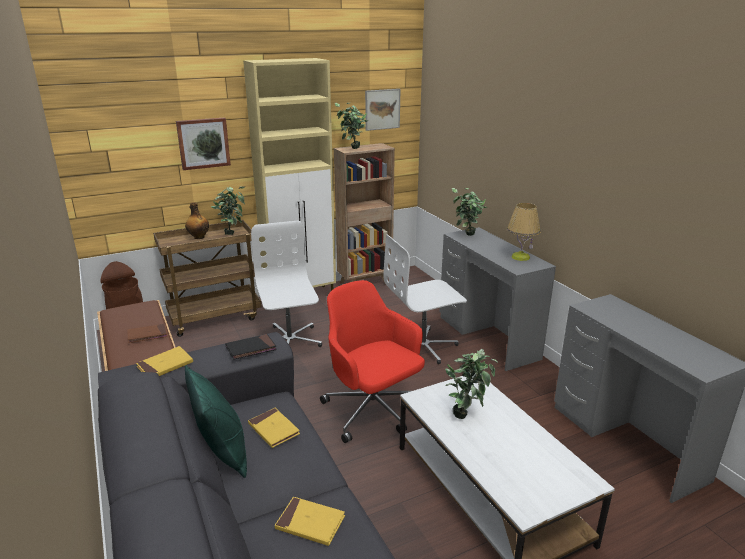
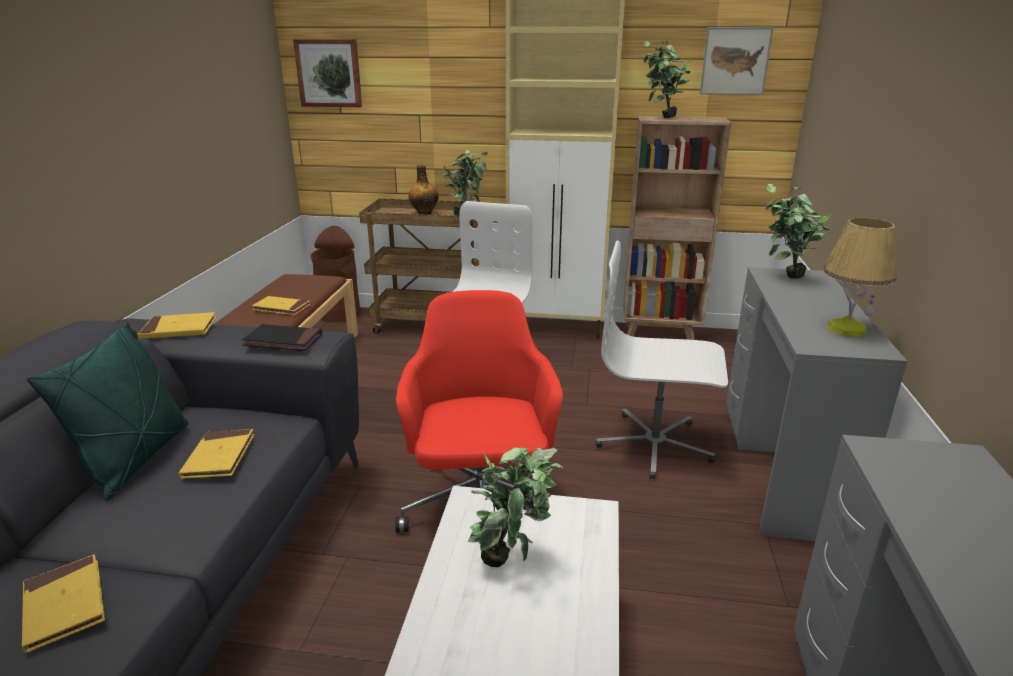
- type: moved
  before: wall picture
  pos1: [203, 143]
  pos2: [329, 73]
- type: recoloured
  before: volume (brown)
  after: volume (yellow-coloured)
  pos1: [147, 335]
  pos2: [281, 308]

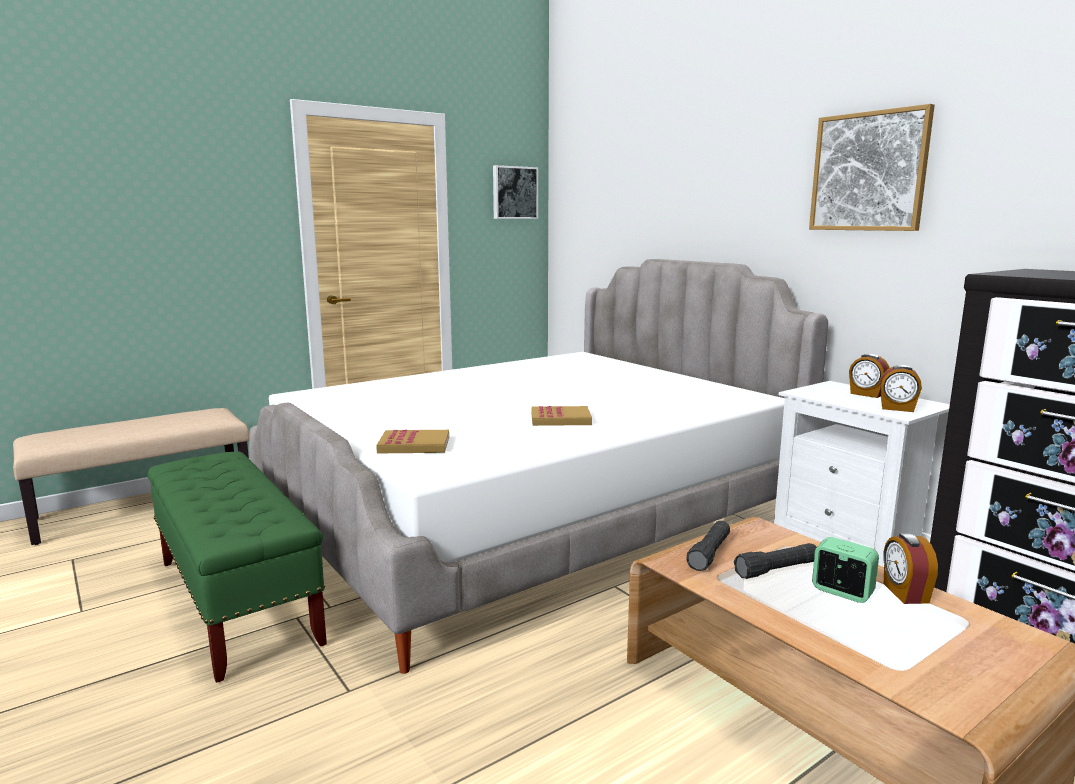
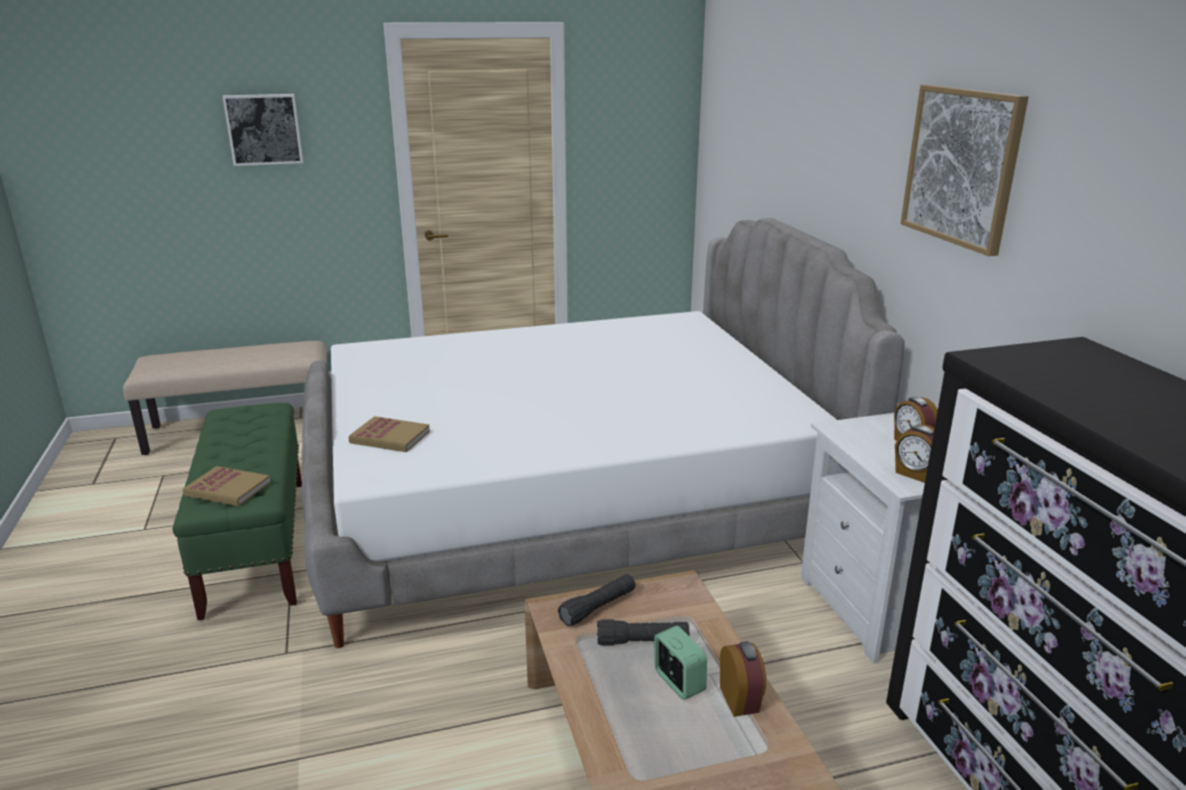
- type: moved
  before: wall picture
  pos1: [514, 192]
  pos2: [264, 129]
- type: moved
  before: volume
  pos1: [560, 419]
  pos2: [227, 489]
- type: turned
  before: table clock
  pos1: [904, 593]
  pos2: [740, 699]
  turn: 150

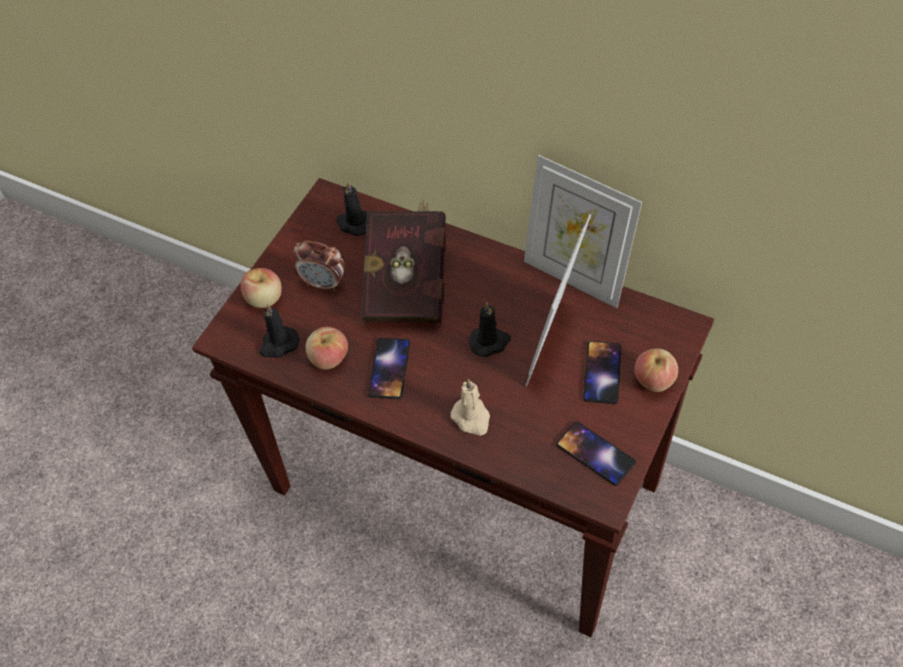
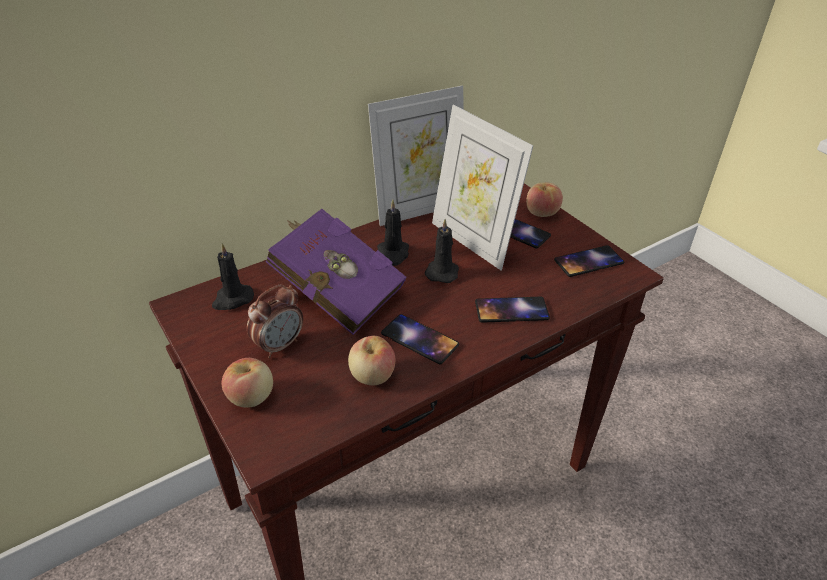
- type: recoloured
  before: volume (red-coloured)
  after: volume (purple)
  pos1: [409, 281]
  pos2: [335, 291]
- type: moved
  before: candle (black)
  pos1: [278, 344]
  pos2: [393, 254]
- type: replaced
  before: candle (beige-coloured)
  after: handset
  pos1: [472, 418]
  pos2: [511, 310]

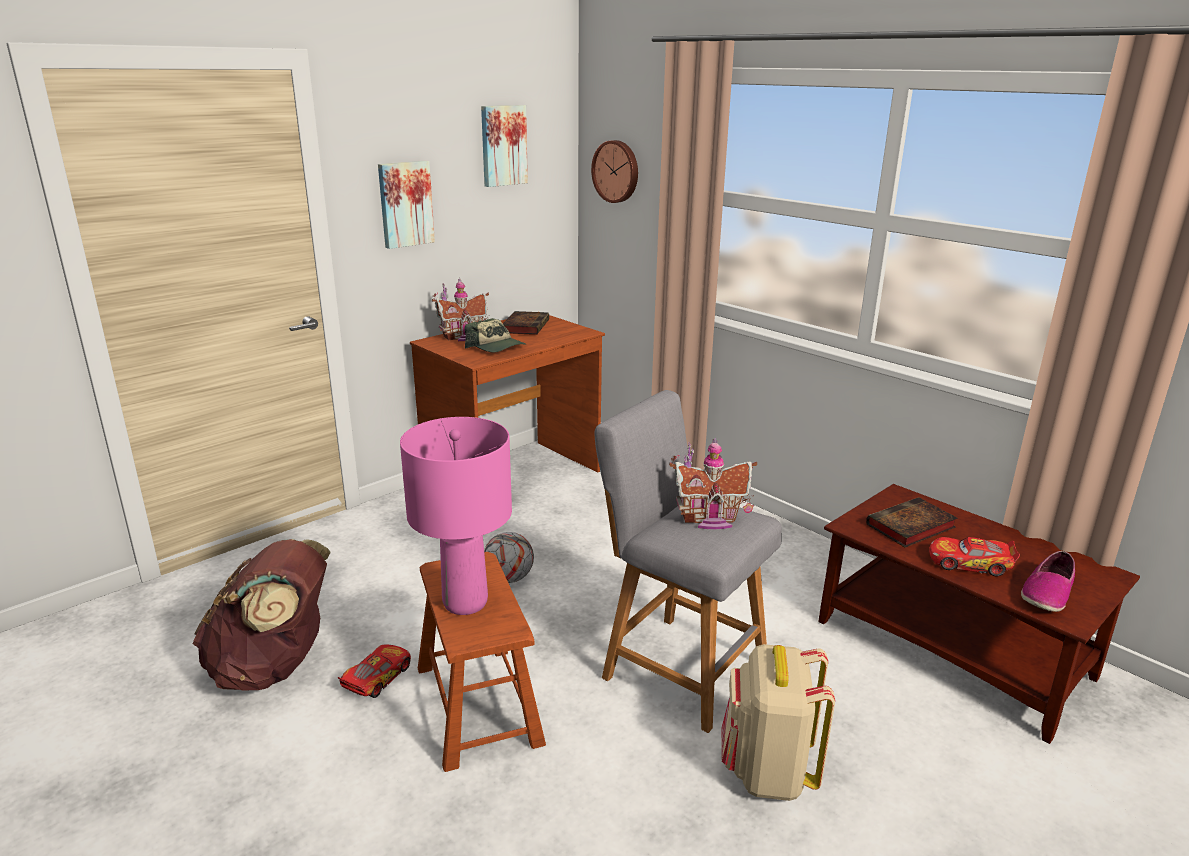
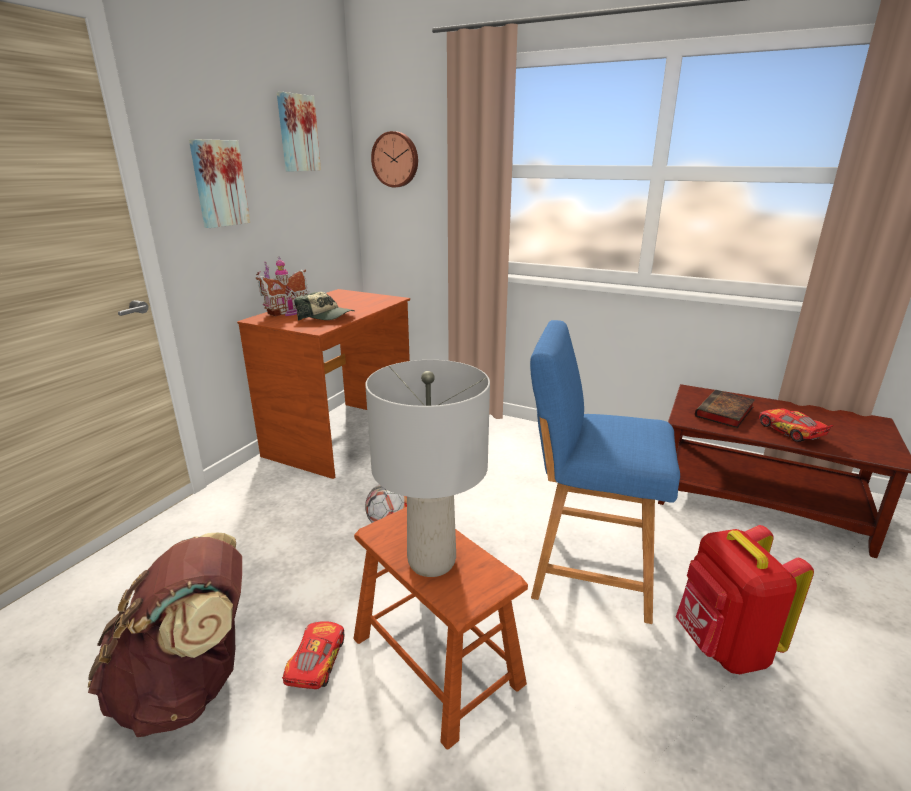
- type: removed
  before: volume
  pos1: [525, 326]
- type: recoloured
  before: stool (grey)
  after: stool (blue)
  pos1: [678, 667]
  pos2: [585, 569]
- type: recoloured
  before: table lamp (pink-coloured)
  after: table lamp (grey)
  pos1: [466, 602]
  pos2: [432, 560]
- type: removed
  before: model house
  pos1: [710, 520]
- type: turned
  before: model car
  pos1: [970, 564]
  pos2: [790, 431]
  turn: 75
- type: removed
  before: low shoe
  pos1: [1047, 593]
- type: recoloured
  before: backpack (beige-coloured)
  after: backpack (red-coloured)
  pos1: [767, 772]
  pos2: [722, 646]

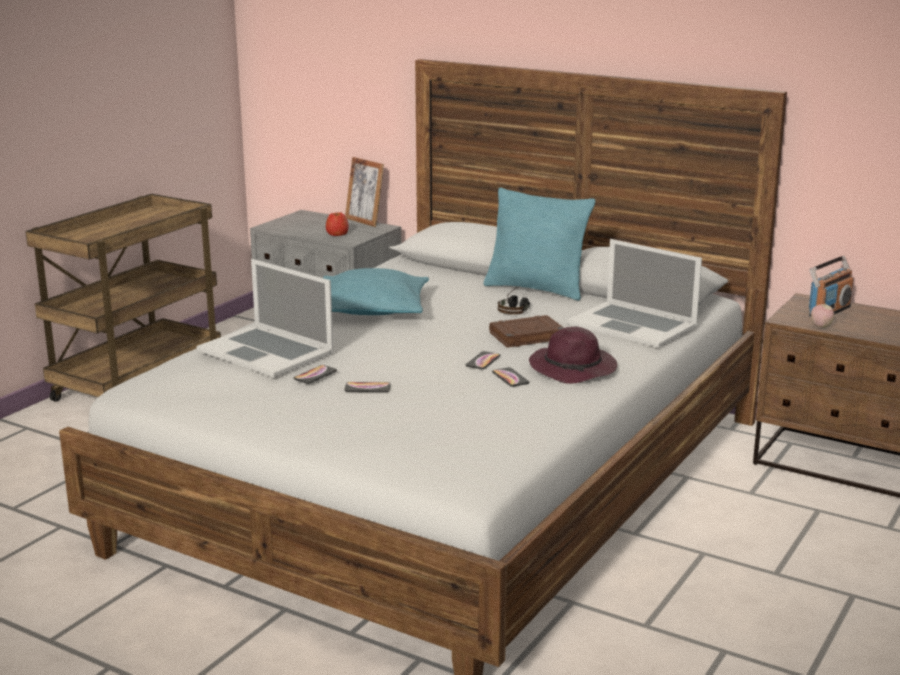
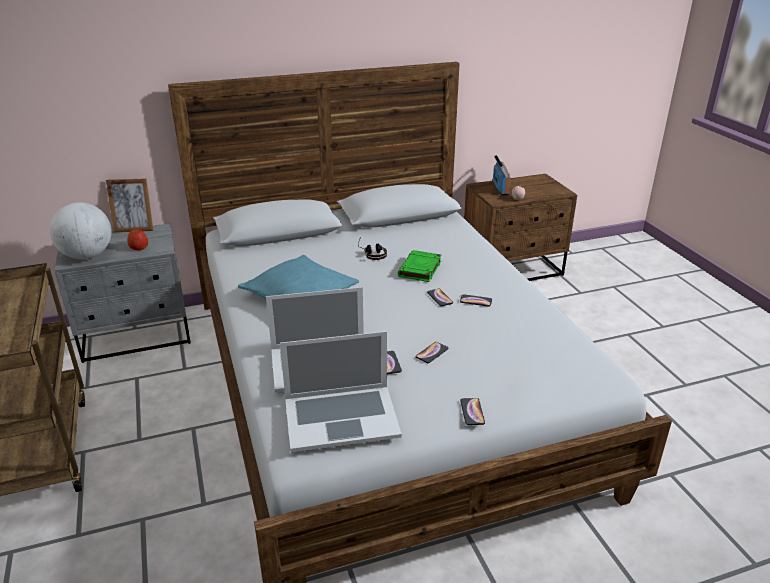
- type: removed
  before: pillow (turquoise-coloured)
  pos1: [536, 289]
- type: moved
  before: notebook computer
  pos1: [632, 325]
  pos2: [341, 417]
- type: recoloured
  before: volume (brown)
  after: volume (green)
  pos1: [526, 336]
  pos2: [420, 269]
- type: removed
  before: hat (purple)
  pos1: [574, 369]
- type: added
  after: desk globe
  pos2: [87, 256]
- type: added
  after: handset
  pos2: [472, 412]

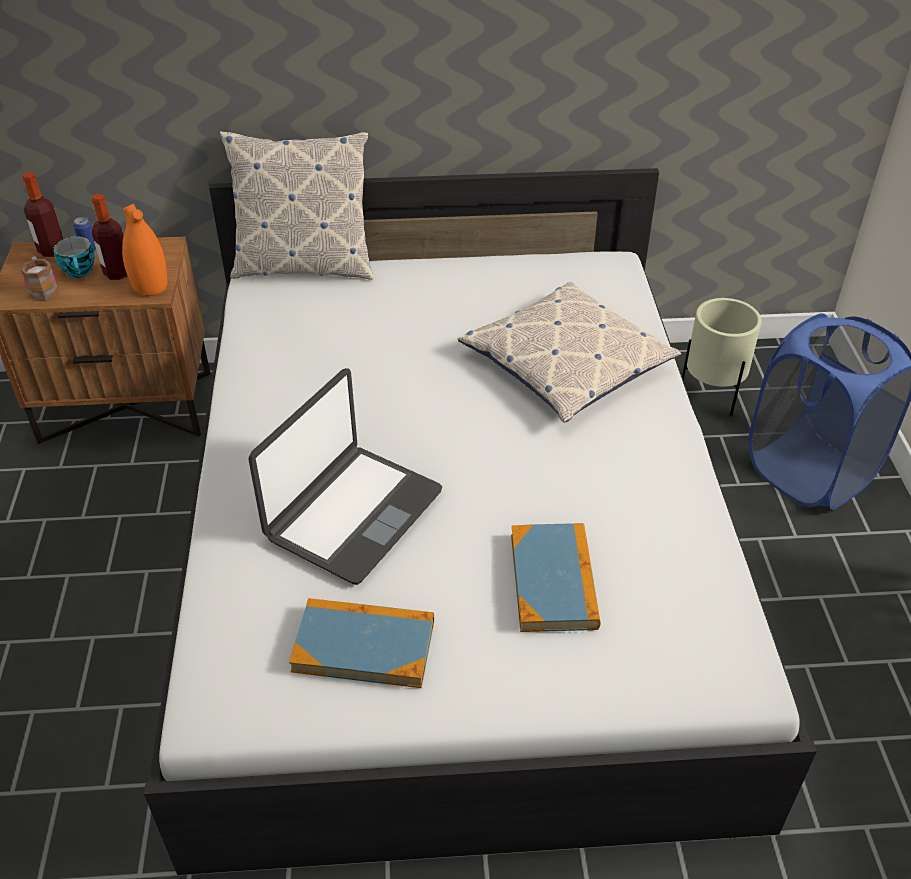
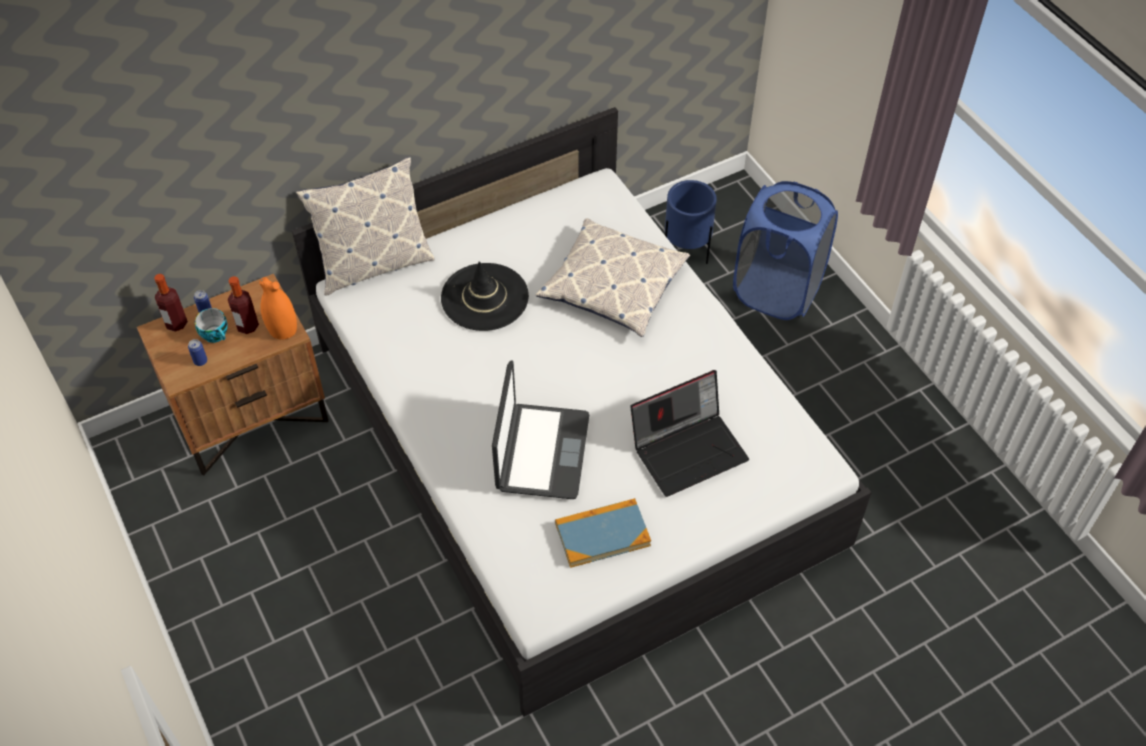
- type: replaced
  before: tea mug
  after: metal can
  pos1: [43, 289]
  pos2: [200, 361]
- type: recoloured
  before: plant pot (beige-coloured)
  after: plant pot (blue)
  pos1: [711, 397]
  pos2: [686, 252]
- type: replaced
  before: volume
  after: notebook computer
  pos1: [553, 580]
  pos2: [689, 449]
- type: added
  after: hat (black)
  pos2: [484, 297]

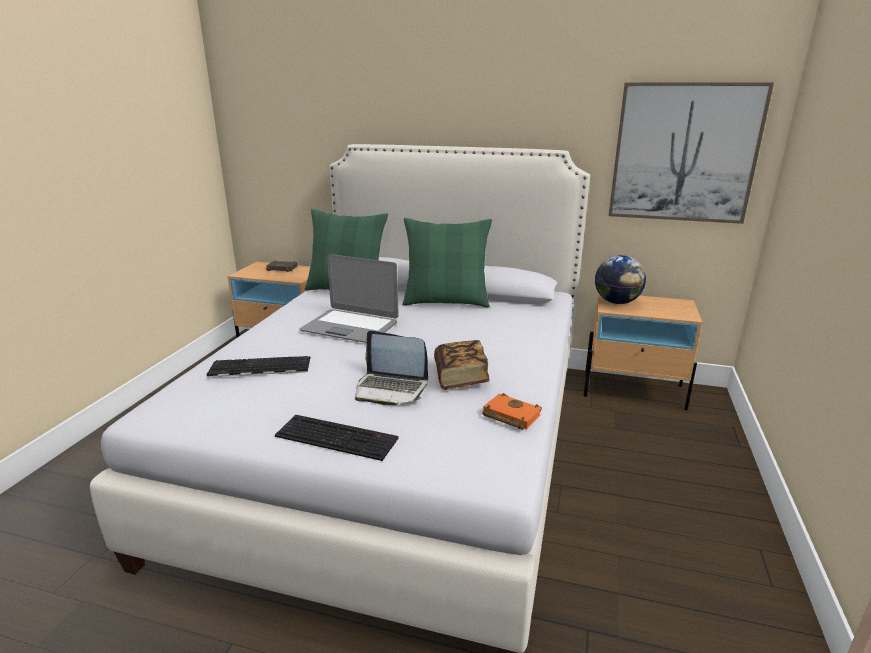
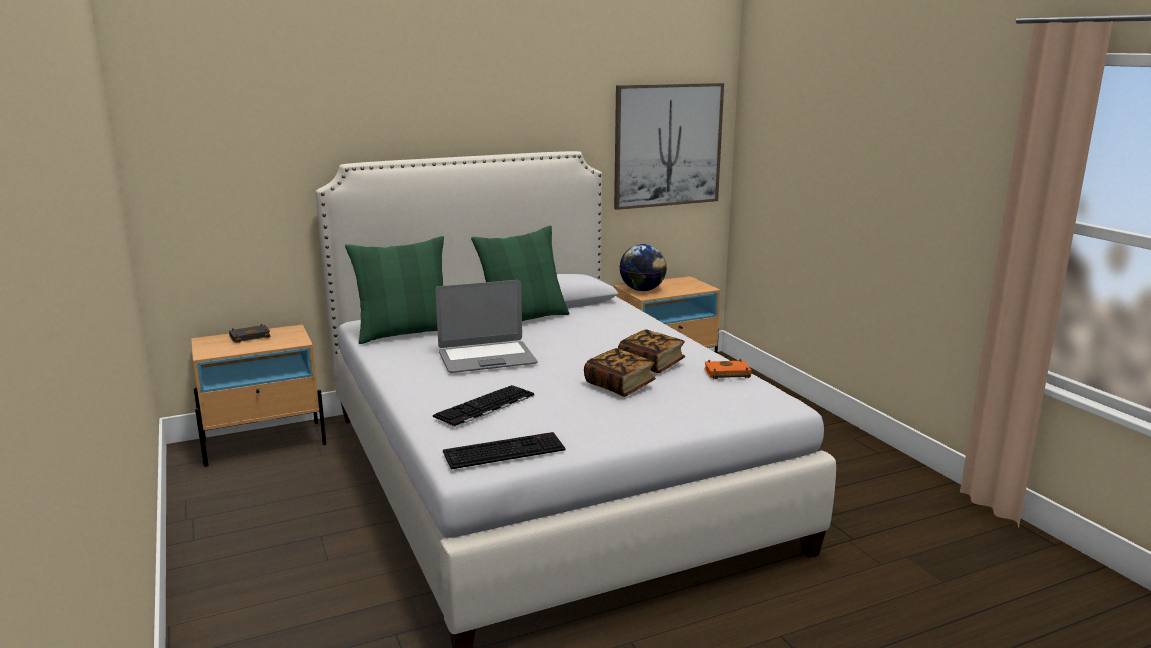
- type: replaced
  before: notebook computer
  after: volume
  pos1: [391, 389]
  pos2: [619, 385]
- type: moved
  before: computer keyboard
  pos1: [338, 437]
  pos2: [505, 450]

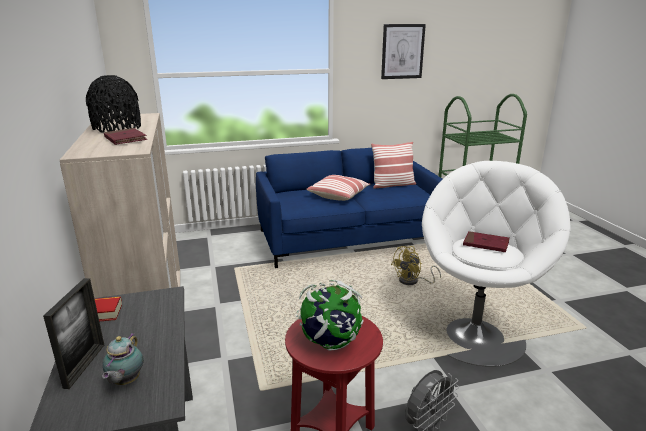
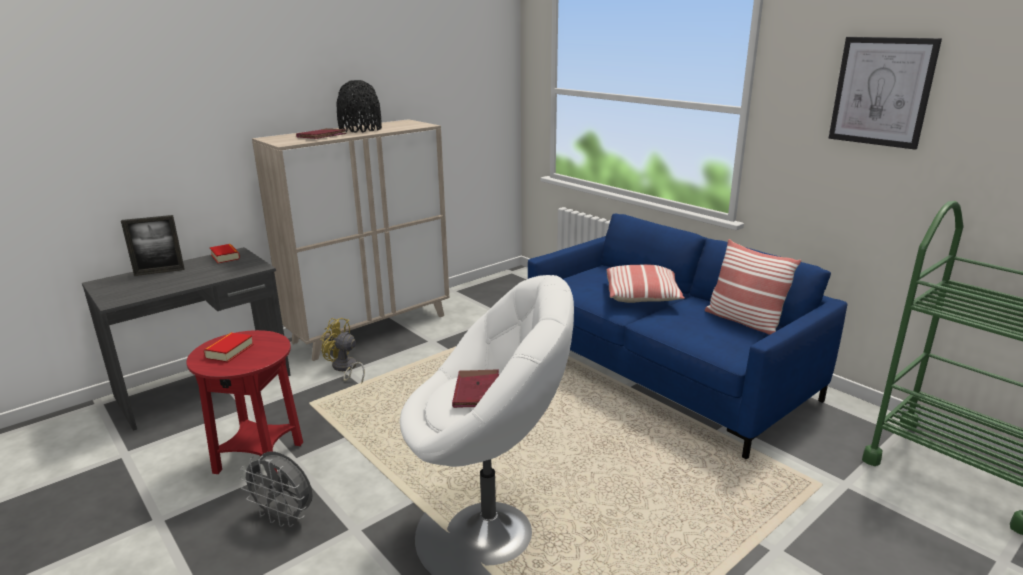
- type: moved
  before: fan (yellow-coloured)
  pos1: [412, 281]
  pos2: [345, 368]
- type: replaced
  before: desk globe
  after: volume
  pos1: [330, 342]
  pos2: [229, 351]
- type: removed
  before: teapot
  pos1: [125, 382]

